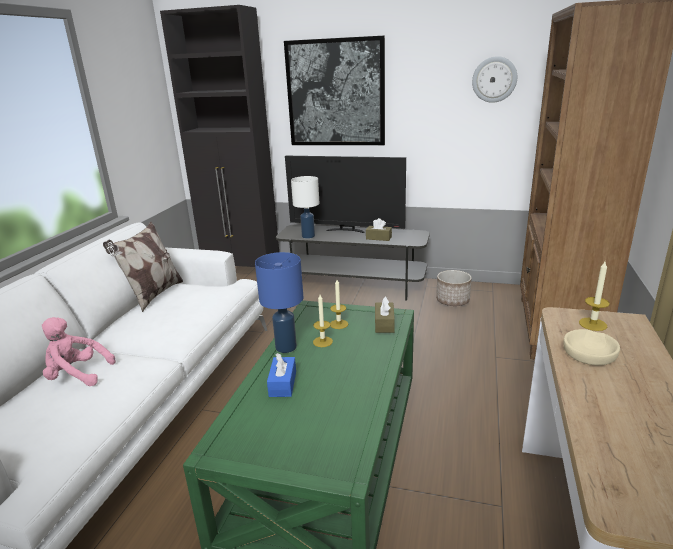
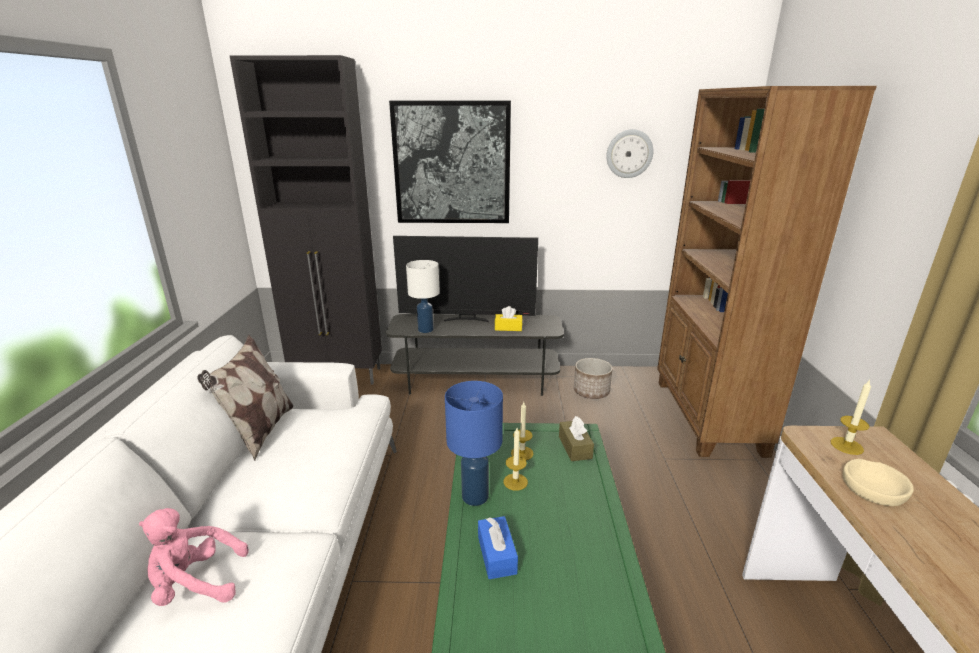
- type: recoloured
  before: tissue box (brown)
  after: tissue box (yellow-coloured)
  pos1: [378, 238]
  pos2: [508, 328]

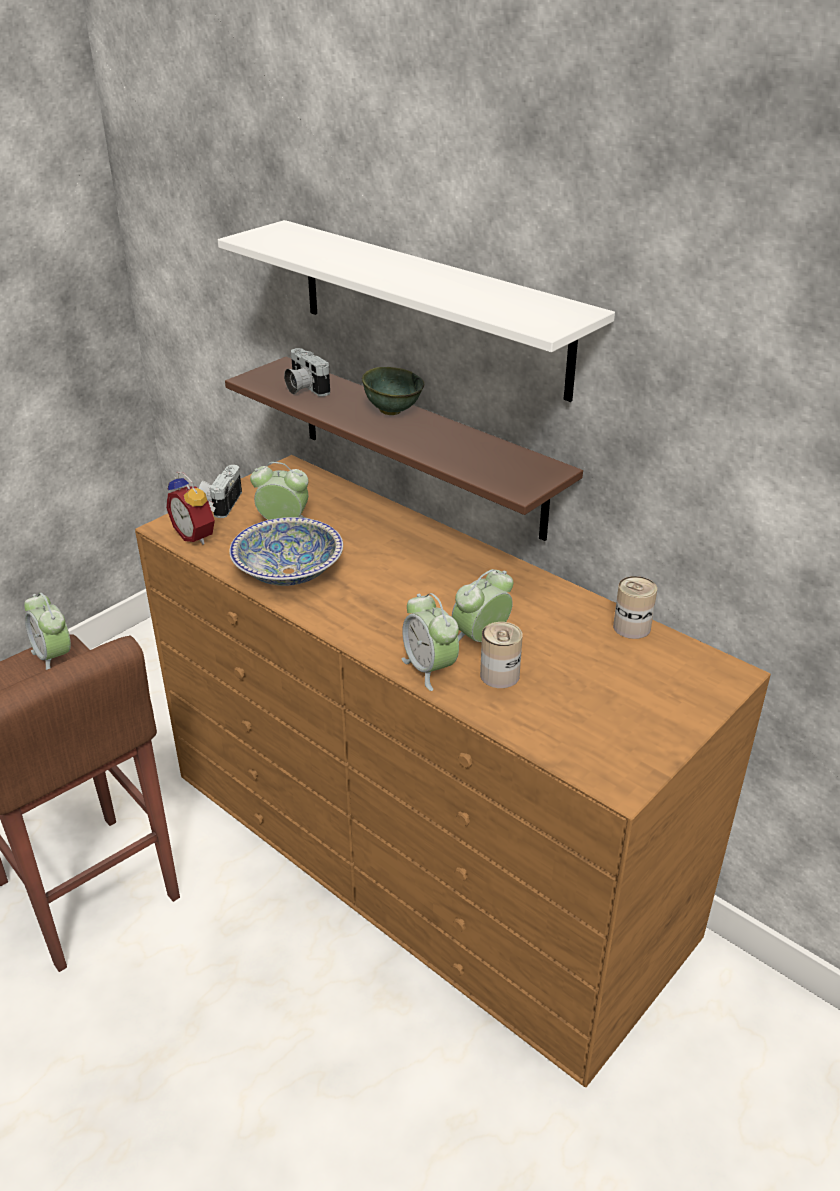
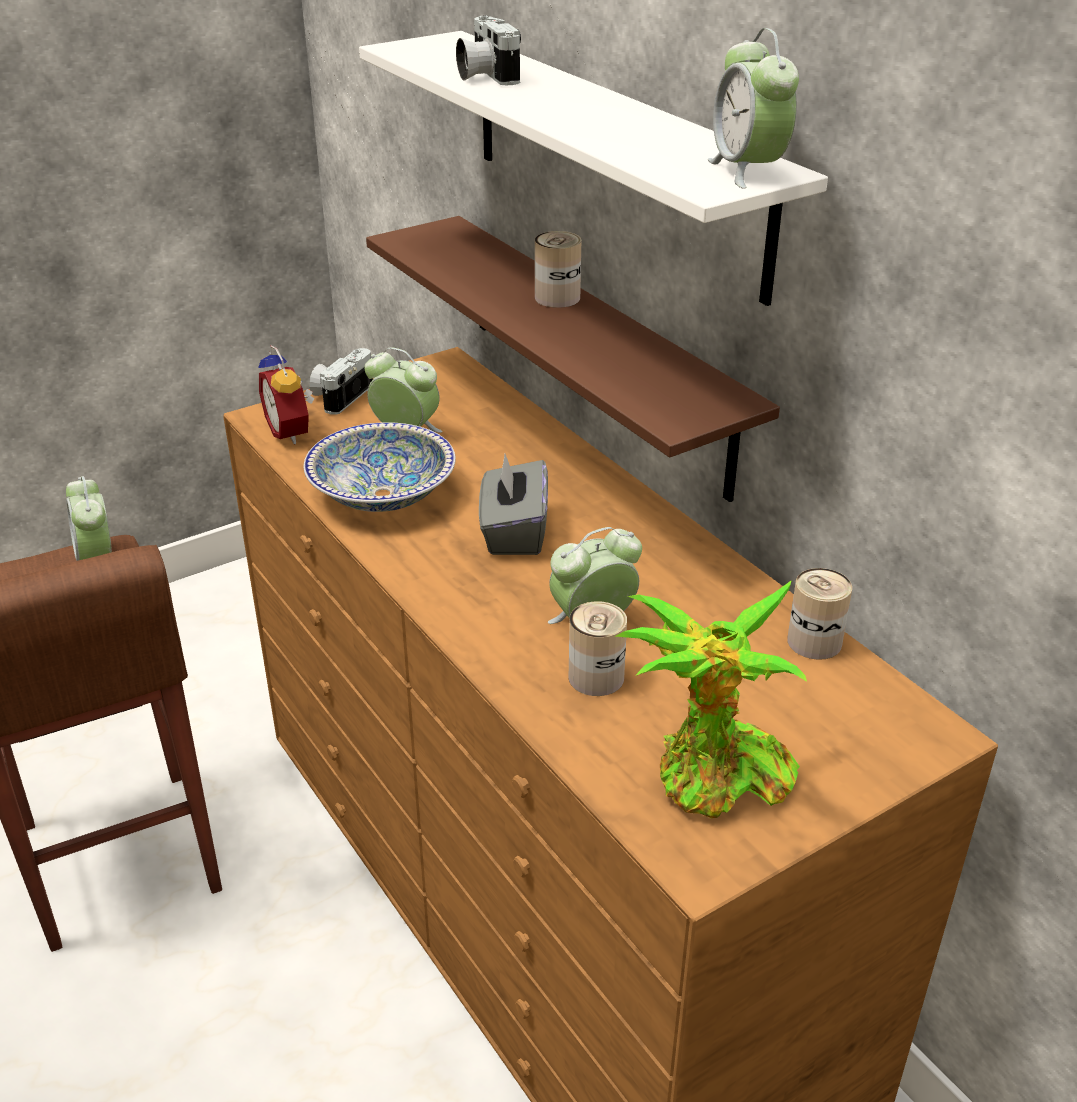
- type: moved
  before: photo camera
  pos1: [304, 388]
  pos2: [485, 75]
- type: replaced
  before: serving bowl (green)
  after: metal can
  pos1: [392, 411]
  pos2: [557, 298]
- type: moved
  before: table clock
  pos1: [430, 669]
  pos2: [747, 171]
- type: added
  after: tissue box (grey)
  pos2: [514, 532]
- type: added
  after: potted plant
  pos2: [715, 780]

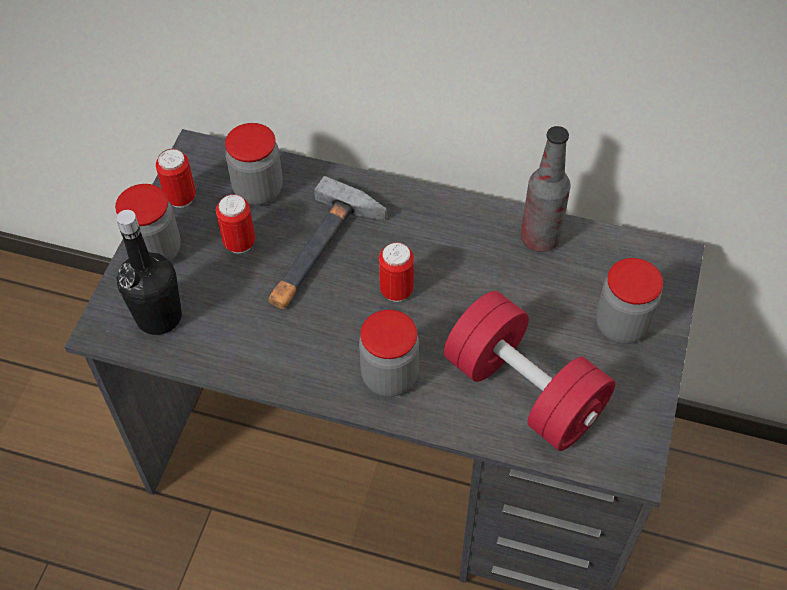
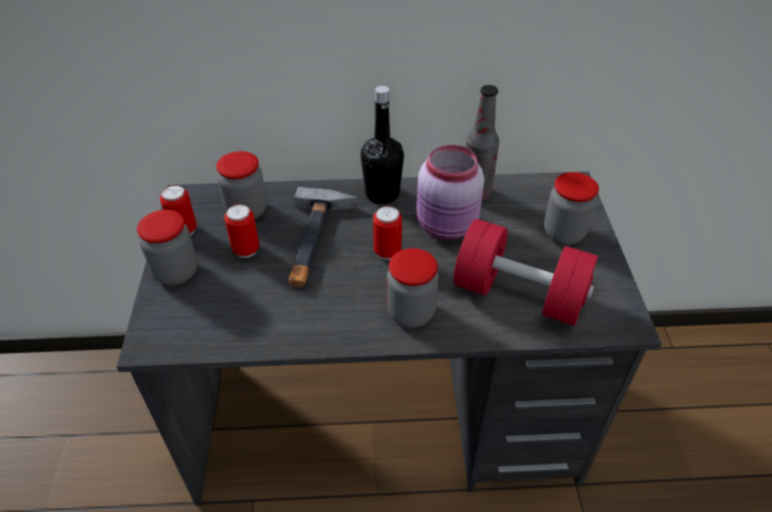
- type: moved
  before: bottle (black)
  pos1: [159, 317]
  pos2: [382, 194]
- type: added
  after: jar (pink-coloured)
  pos2: [447, 226]

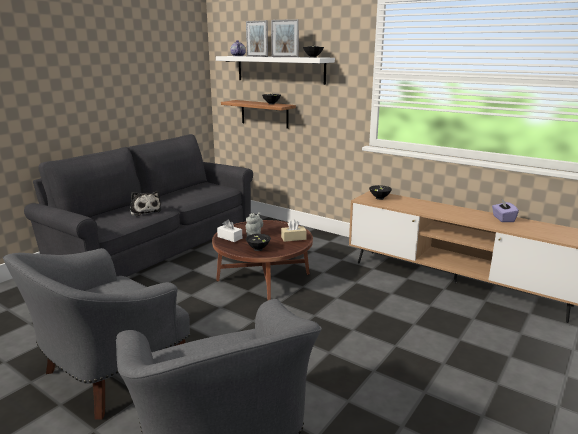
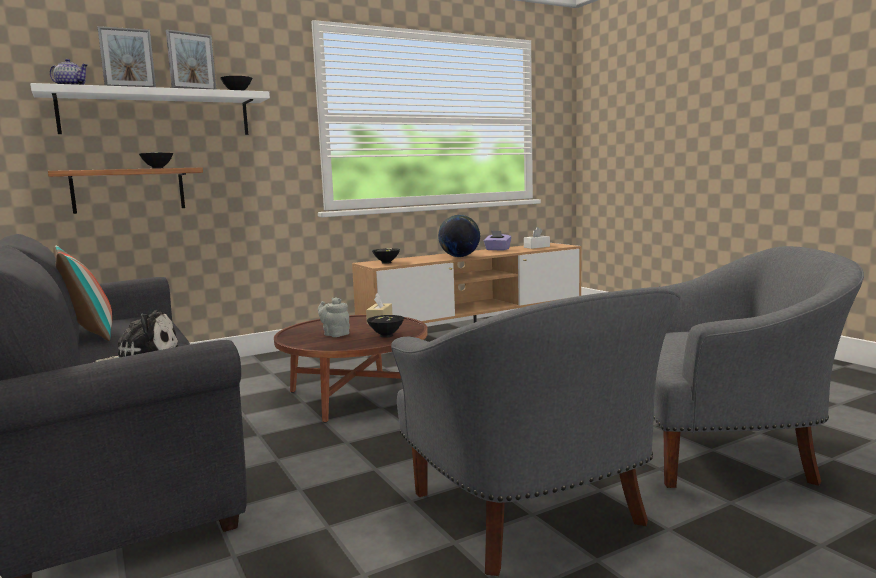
- type: moved
  before: tissue box (whitish)
  pos1: [230, 237]
  pos2: [536, 247]
- type: added
  after: desk globe
  pos2: [459, 257]
- type: added
  after: pillow
  pos2: [87, 336]

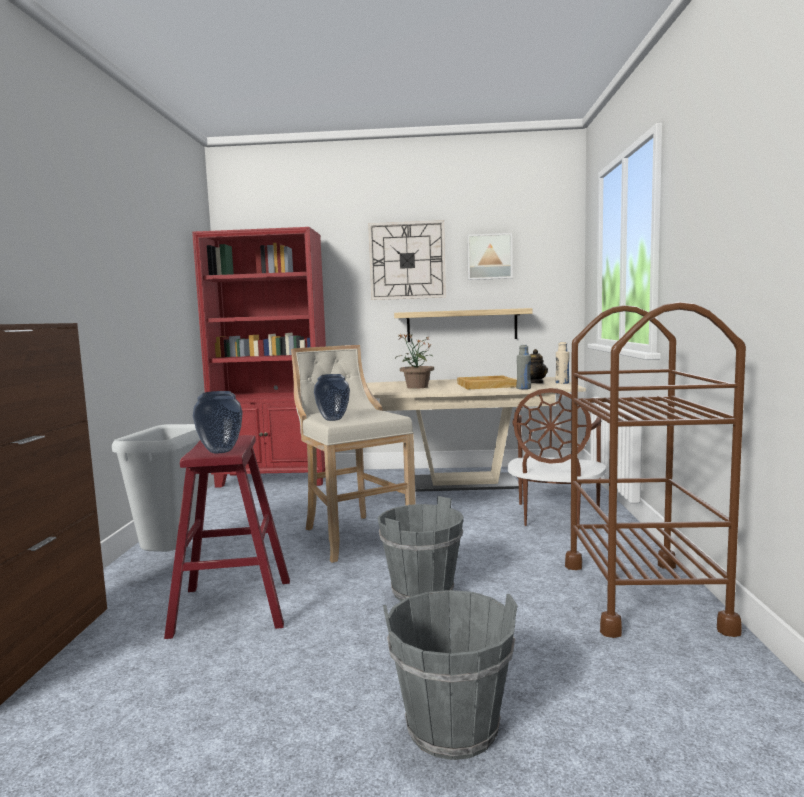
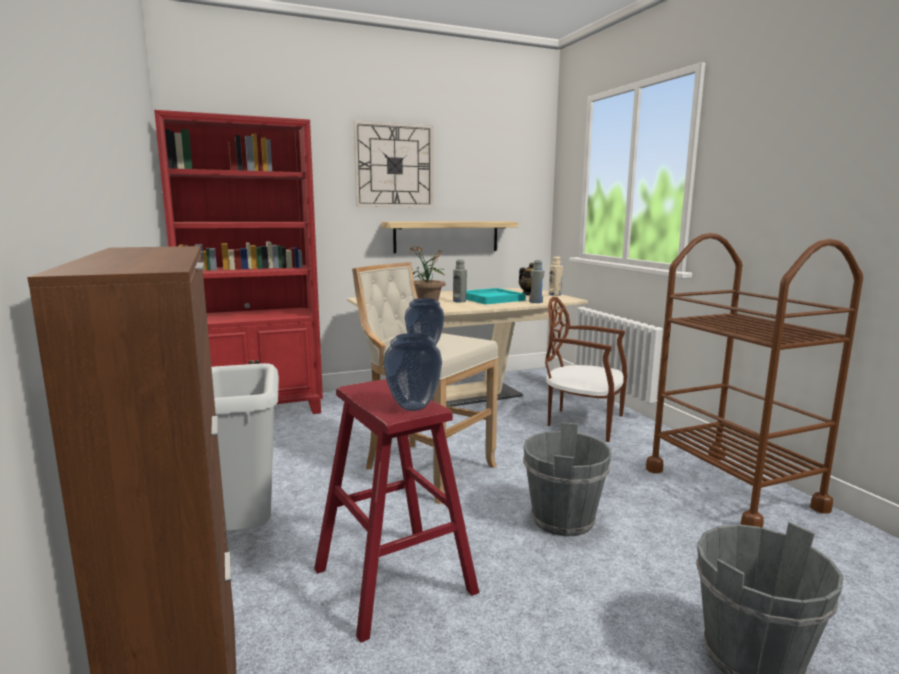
- type: removed
  before: wall picture
  pos1: [489, 256]
- type: recoloured
  before: carrying tray (beige-coloured)
  after: carrying tray (turquoise-coloured)
  pos1: [486, 385]
  pos2: [491, 299]
- type: turned
  before: plain chair (brown)
  pos1: [554, 517]
  pos2: [583, 422]
  turn: 120
- type: added
  after: bottle (grey)
  pos2: [459, 301]

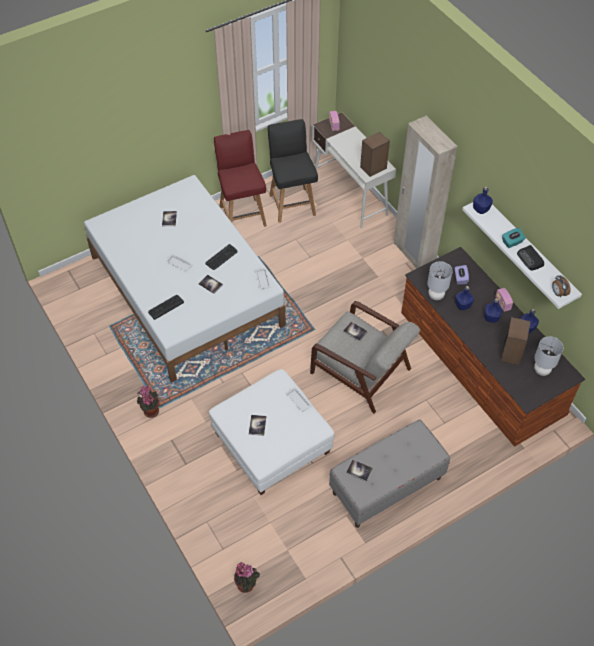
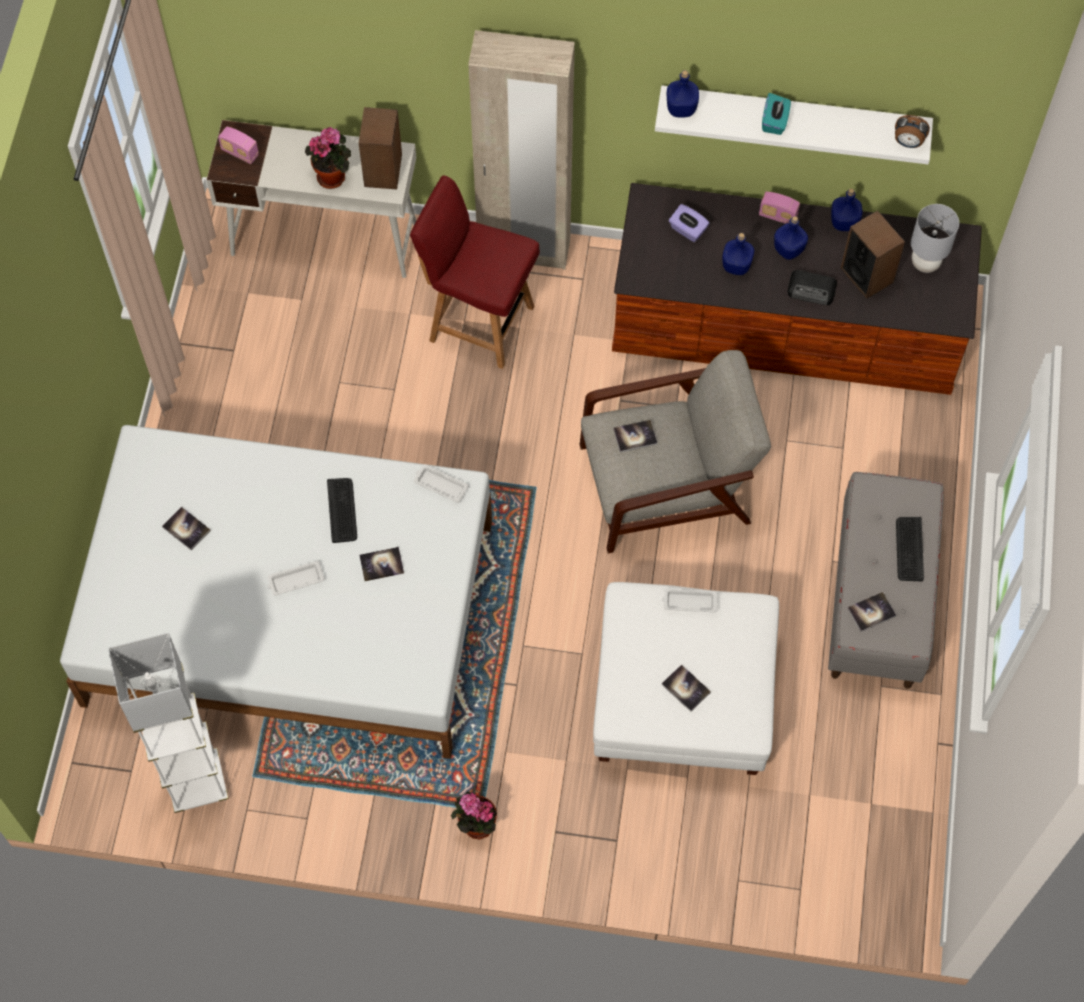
- type: removed
  before: plain chair (black)
  pos1: [292, 204]
- type: moved
  before: plain chair (red-coloured)
  pos1: [242, 215]
  pos2: [479, 322]
- type: moved
  before: radio receiver
  pos1: [530, 260]
  pos2: [812, 290]
- type: removed
  before: table lamp (grey)
  pos1: [436, 296]
- type: moved
  before: computer keyboard
  pos1: [165, 307]
  pos2: [909, 549]
- type: moved
  before: potted plant
  pos1: [247, 585]
  pos2: [333, 176]
- type: added
  after: floor lamp (whitish)
  pos2: [197, 783]

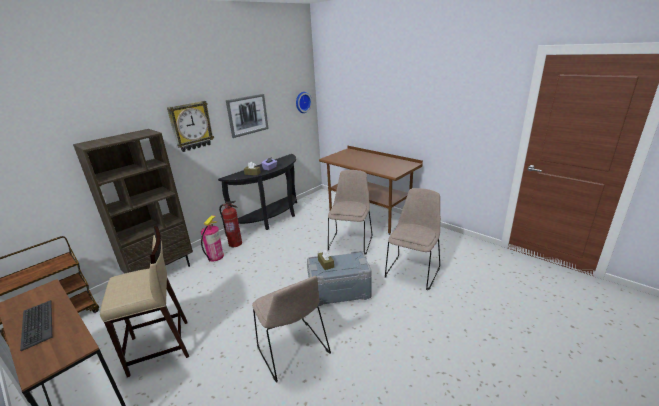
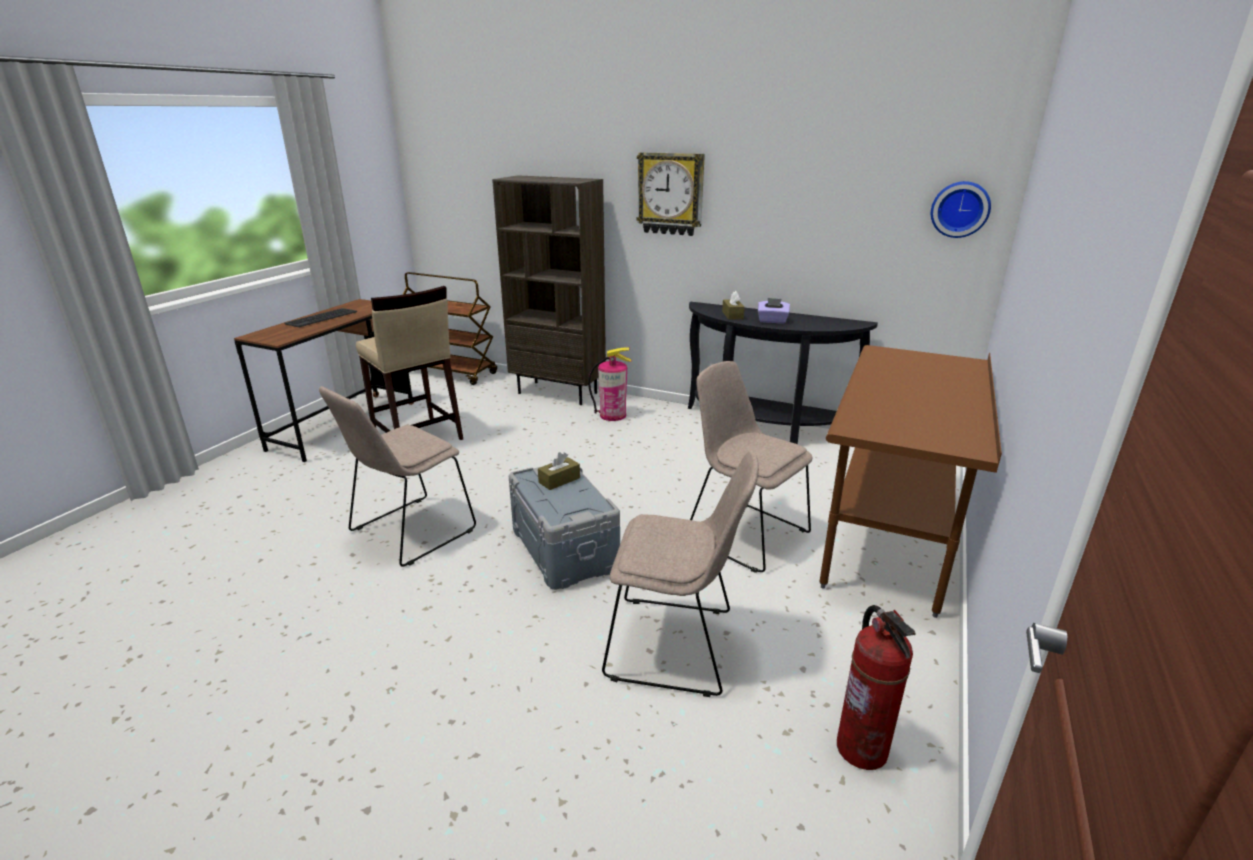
- type: removed
  before: wall picture
  pos1: [247, 115]
- type: turned
  before: plain chair (beige-coloured)
  pos1: [350, 242]
  pos2: [743, 533]
  turn: -135
- type: moved
  before: fire-fighting cylinder
  pos1: [235, 244]
  pos2: [861, 749]

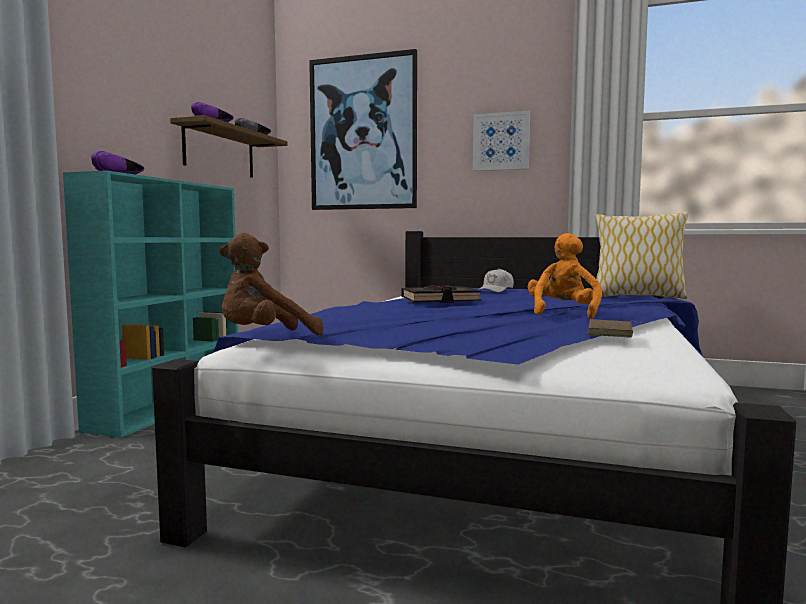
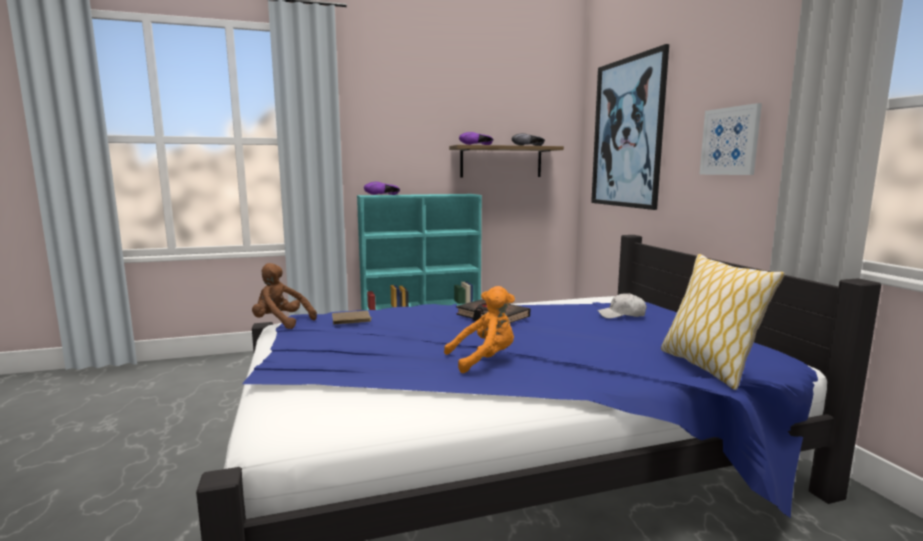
- type: moved
  before: volume (brown)
  pos1: [612, 333]
  pos2: [351, 320]

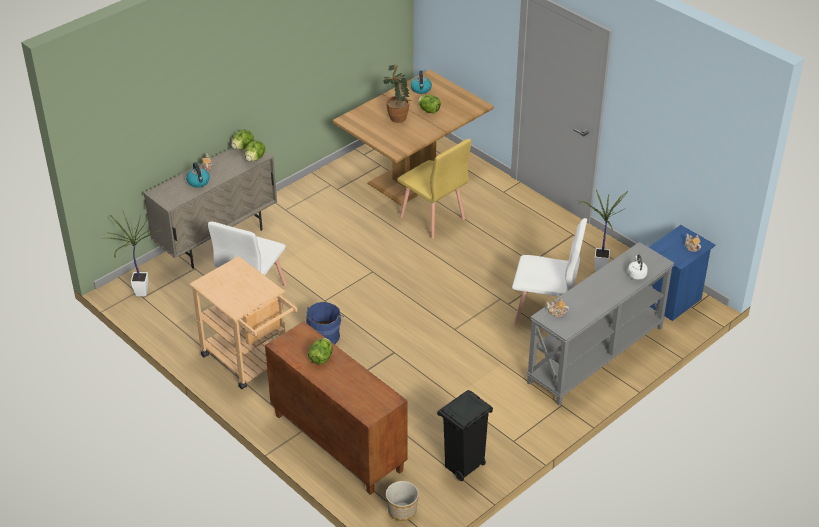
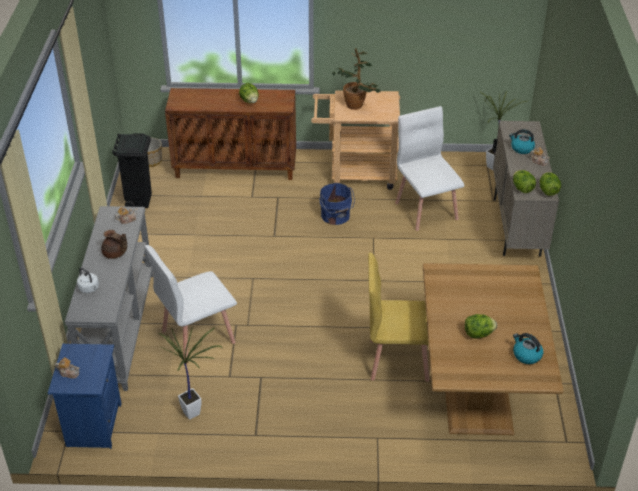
- type: moved
  before: potted plant
  pos1: [399, 116]
  pos2: [356, 107]
- type: added
  after: teapot (brown)
  pos2: [115, 254]

